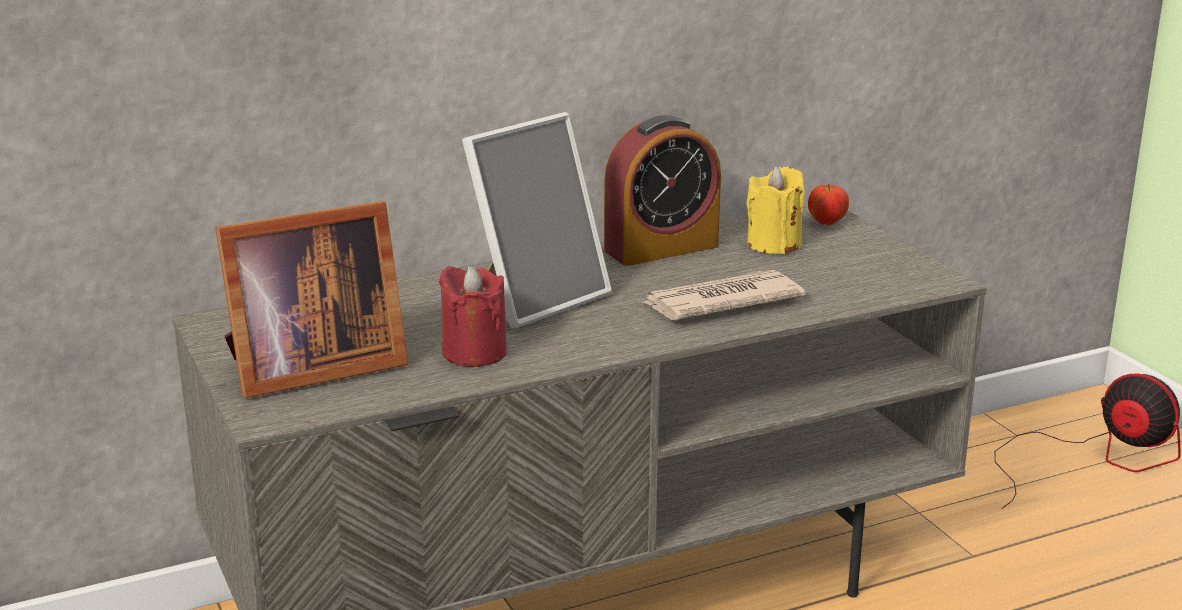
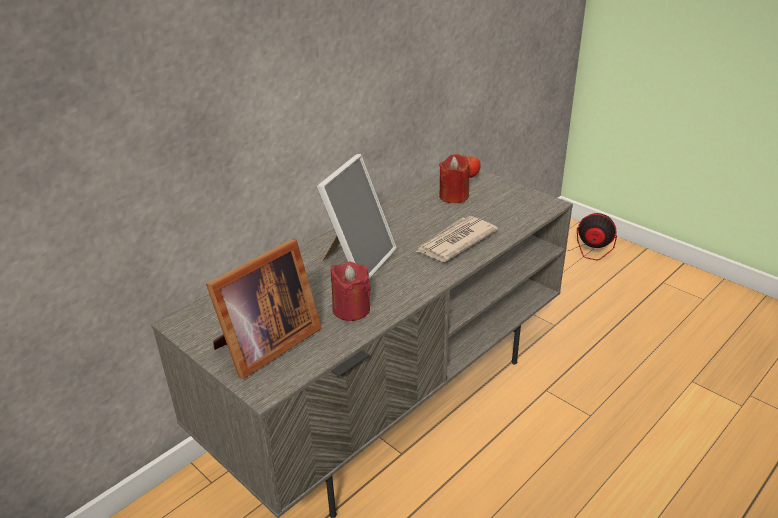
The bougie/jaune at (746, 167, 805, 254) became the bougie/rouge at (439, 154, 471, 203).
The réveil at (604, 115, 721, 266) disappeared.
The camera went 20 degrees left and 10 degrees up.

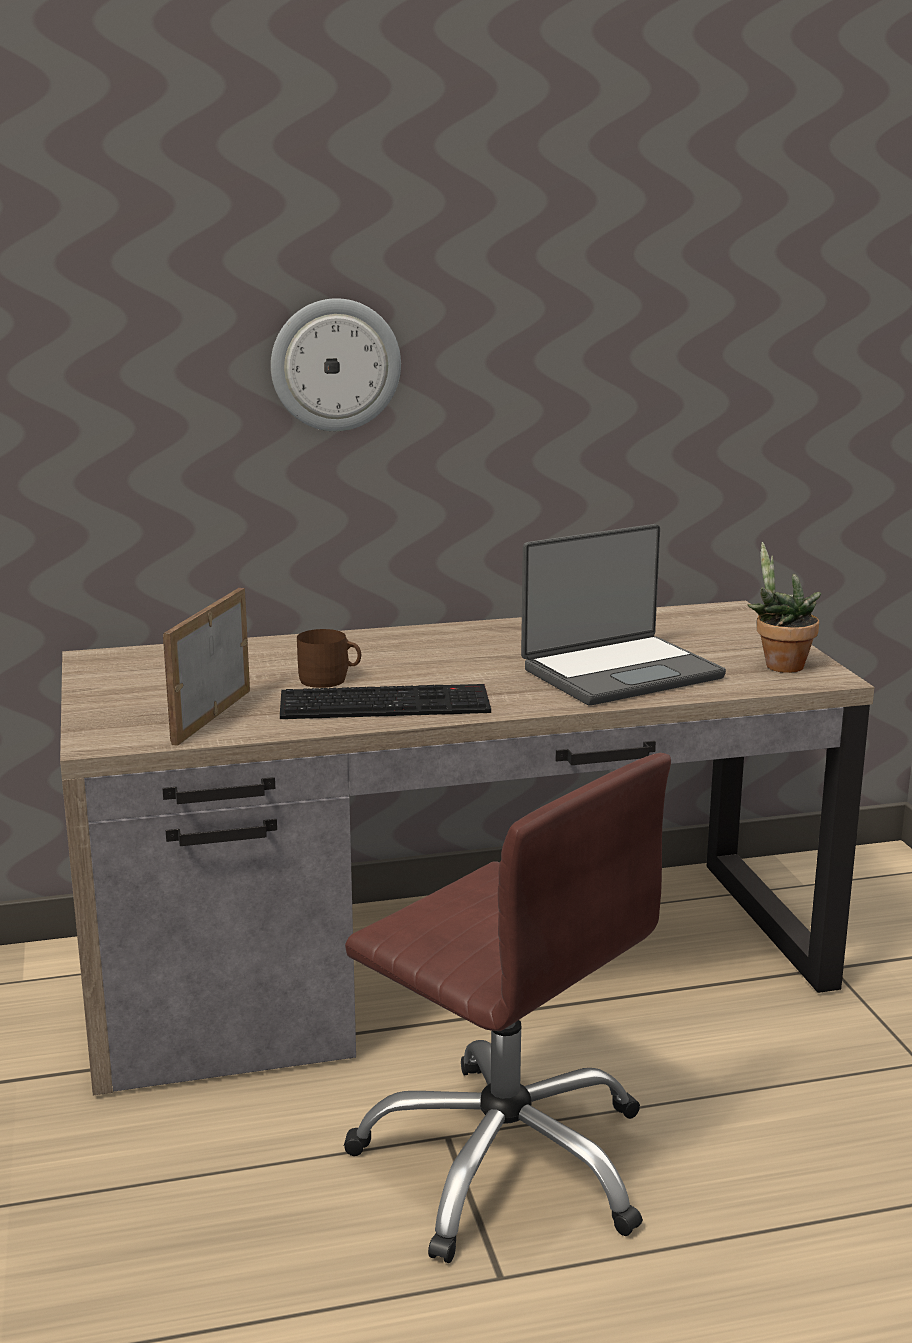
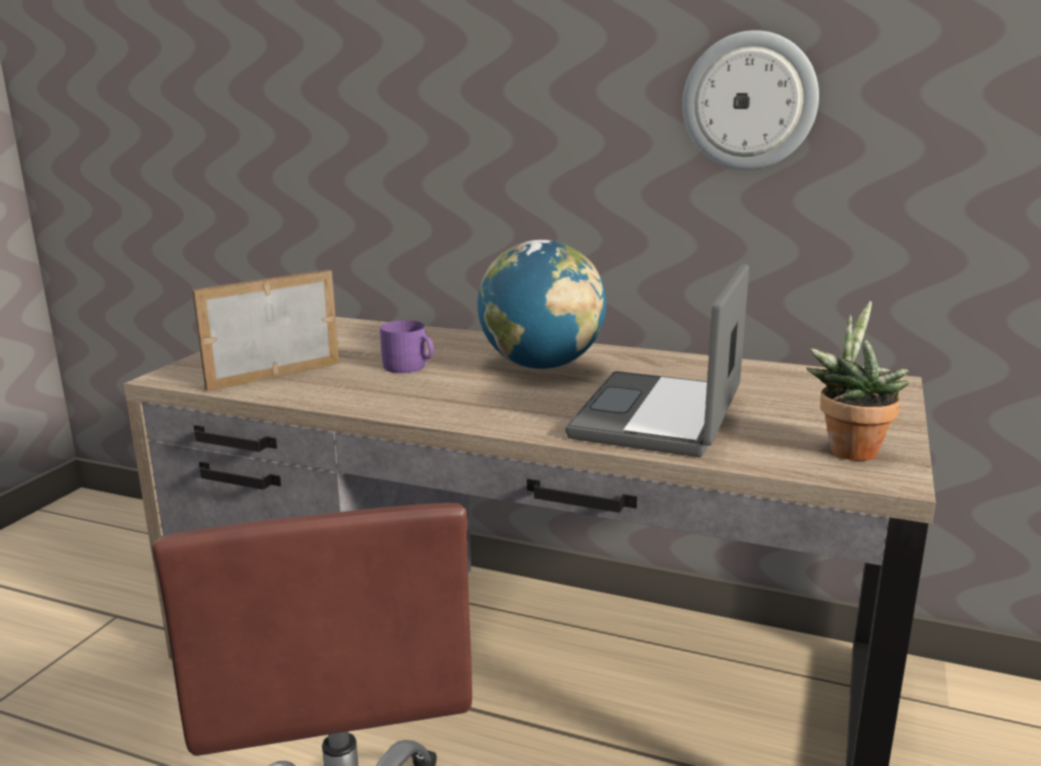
The mug/marron at (297, 629, 361, 688) became the mug/violet at (380, 320, 434, 373).
The globe at (477, 240, 606, 369) appeared.
The ordinateur portable at (521, 524, 726, 705) turned 105 degrees clockwise.
The horloge murale moved from (271, 298, 401, 431) to (682, 30, 819, 170).
The clavier at (280, 684, 491, 719) disappeared.
The camera went 35 degrees right and 0 degrees up.

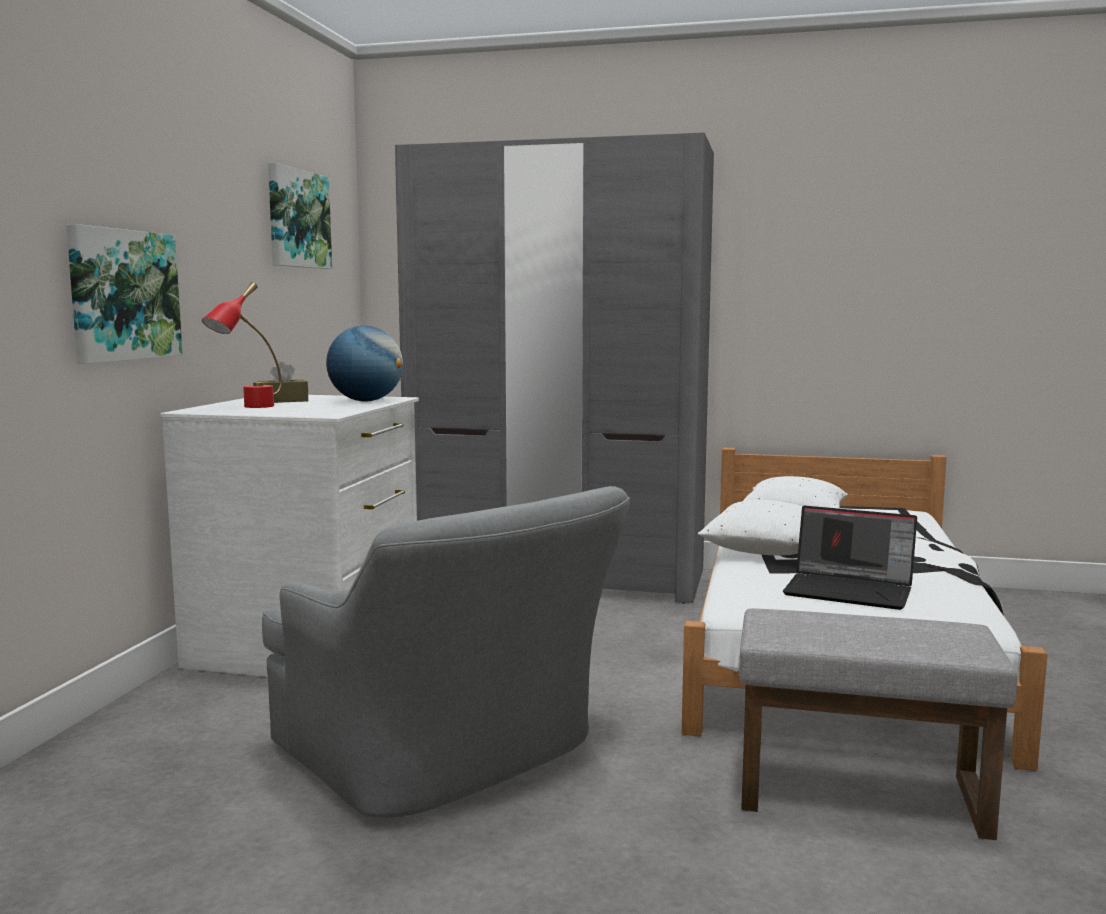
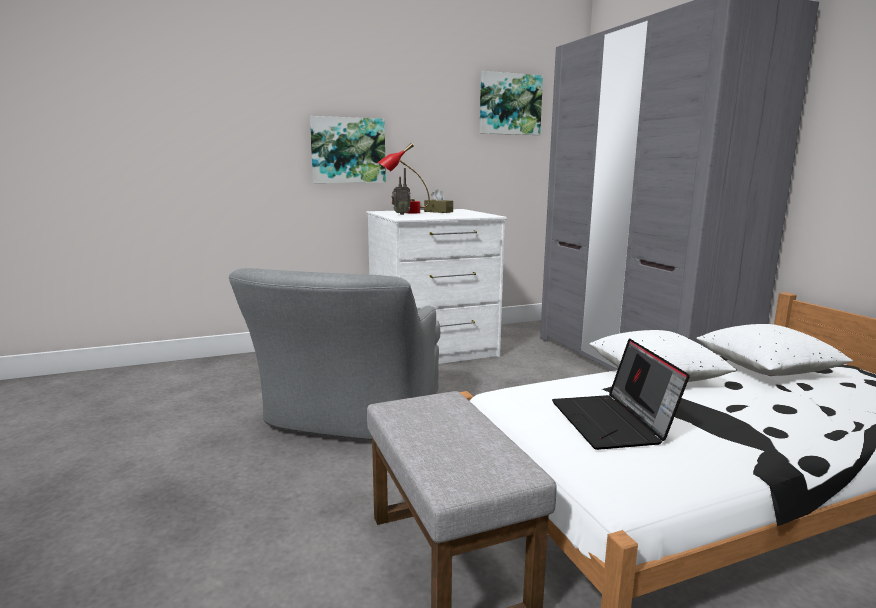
The radio at (392, 168, 410, 215) appeared.
The globe at (326, 326, 403, 401) disappeared.
The camera went 55 degrees right and 5 degrees up.

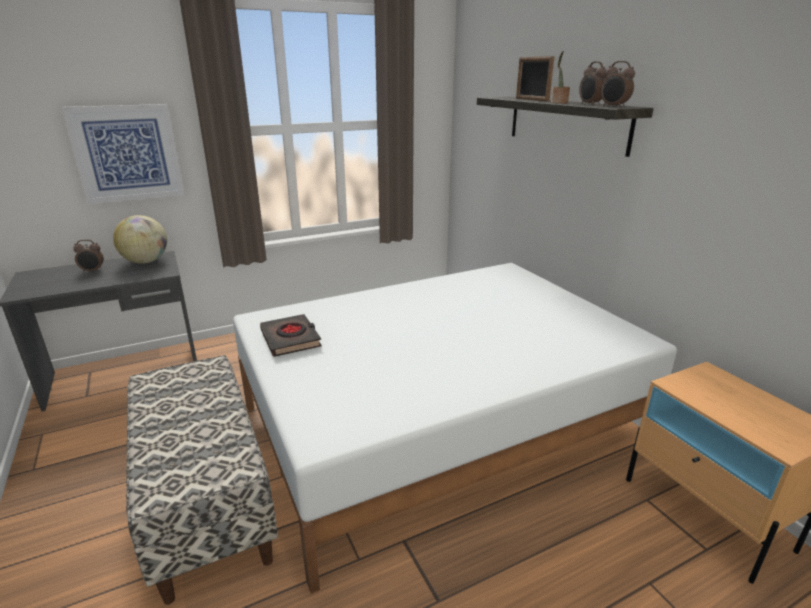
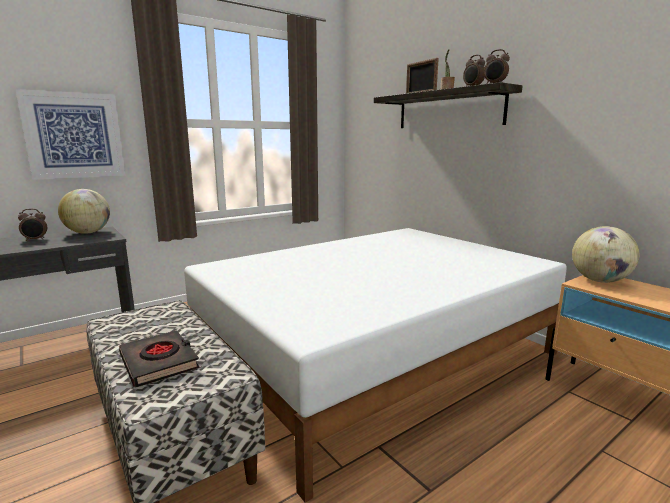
The livre/noir moved from (260, 314, 322, 357) to (119, 330, 200, 388).
The globe at (572, 226, 639, 283) appeared.
The camera went 10 degrees left and 10 degrees down.

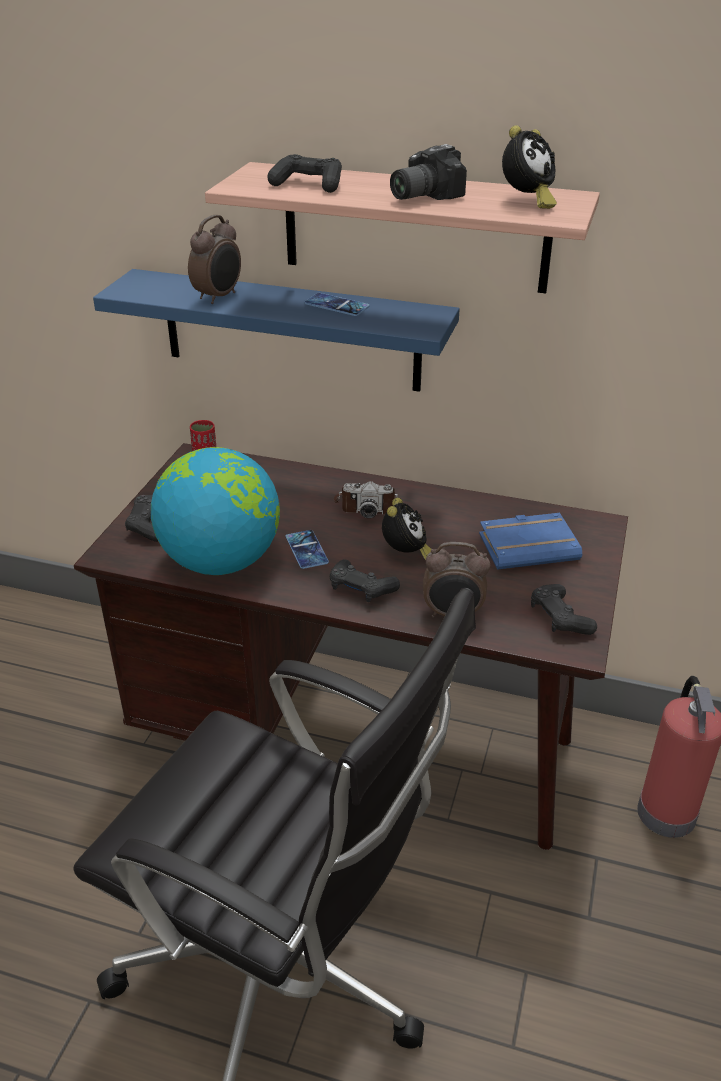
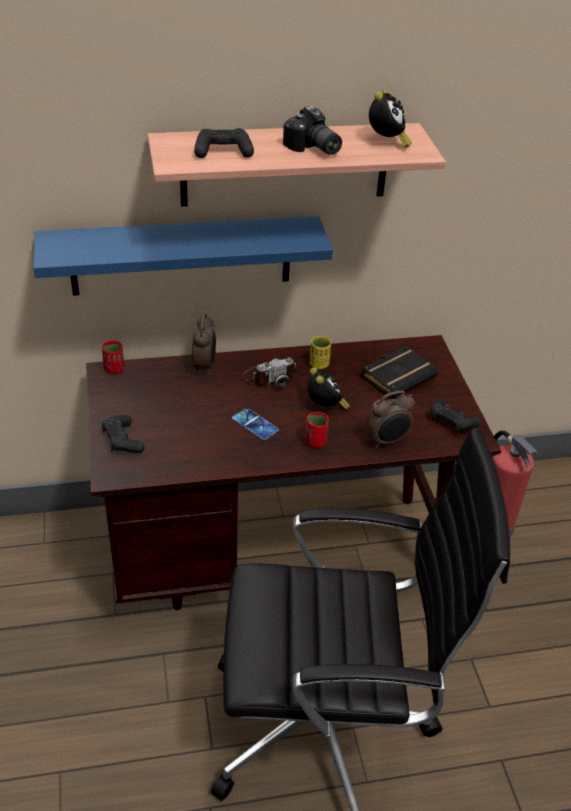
The réveil moved from (188, 215, 241, 304) to (192, 314, 216, 375).
The appareil photo at (390, 144, 467, 200) turned 60 degrees counterclockwise.
The manette/noir at (330, 559, 400, 602) was replaced by the tasse/rouge at (305, 412, 329, 448).
The tasse/jaune at (310, 336, 331, 369) appeared.
The livre/bleu at (479, 513, 582, 570) became the livre/noir at (361, 346, 438, 399).
The globe at (151, 447, 280, 575) disappeared.
The téléphone at (304, 293, 370, 316) disappeared.
The camera went 30 degrees left and 5 degrees up.

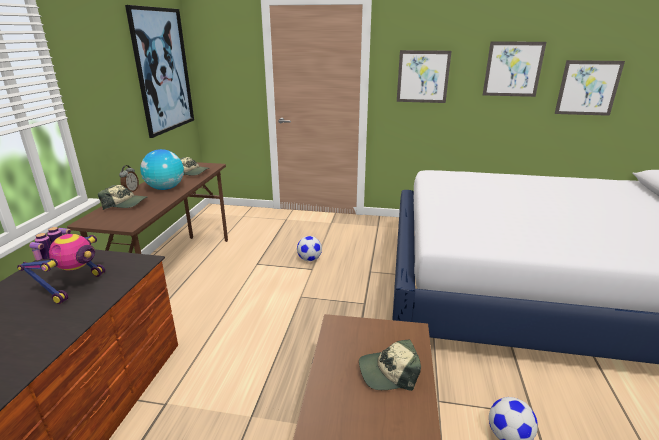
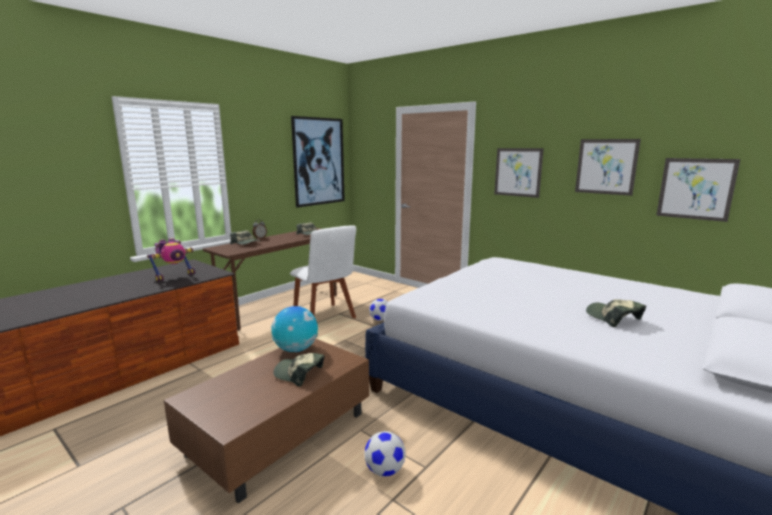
The globe moved from (140, 149, 184, 190) to (271, 306, 318, 352).
The chaise/blanc at (290, 225, 356, 318) appeared.
The casquette at (586, 299, 646, 327) appeared.
The camera went 30 degrees right and 10 degrees down.

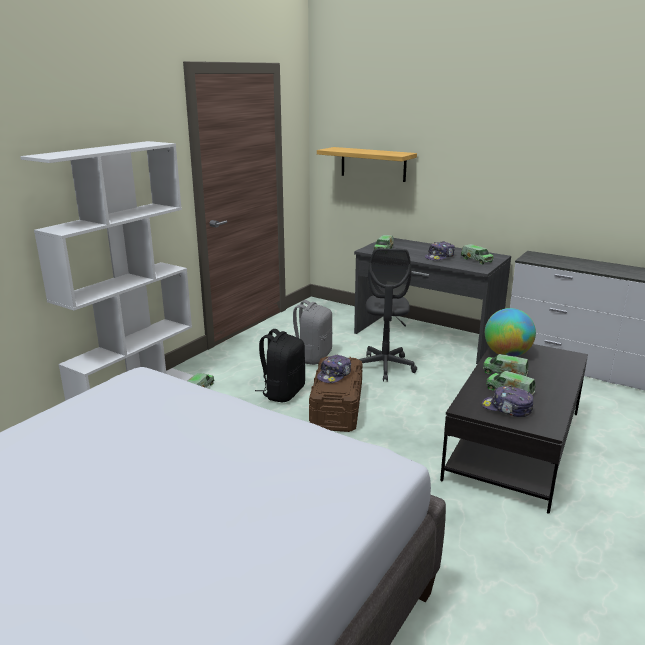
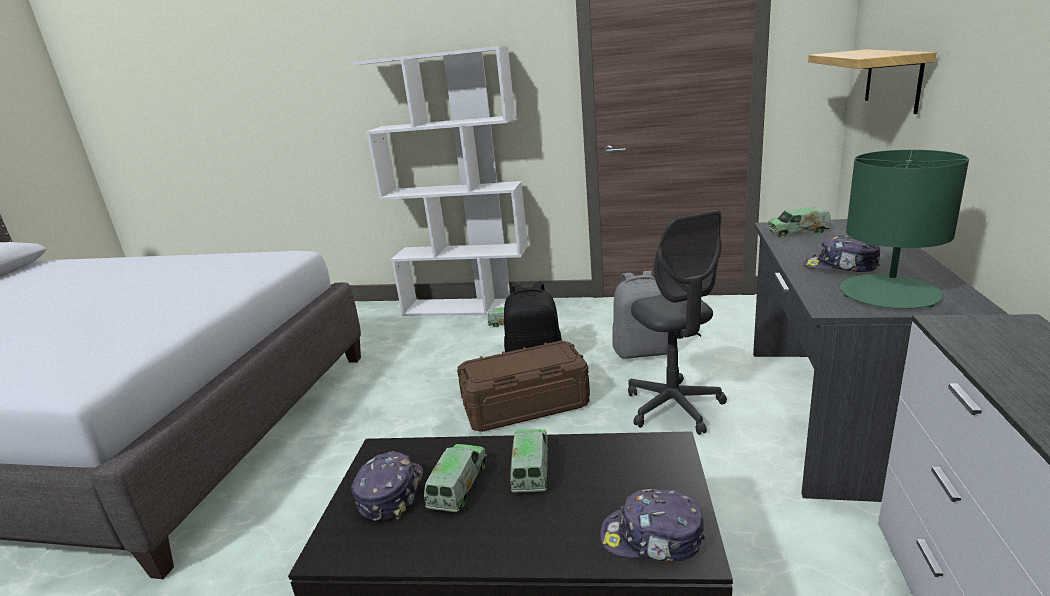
The casquette moved from (317, 354, 351, 383) to (600, 489, 706, 562).
The chaise de bureau/gris at (359, 248, 417, 382) turned 90 degrees counterclockwise.
The camion jouet at (461, 244, 494, 264) was replaced by the lampe de table/vert at (840, 150, 969, 309).
The globe at (485, 308, 536, 357) disappeared.
The camera went 70 degrees right and 0 degrees up.

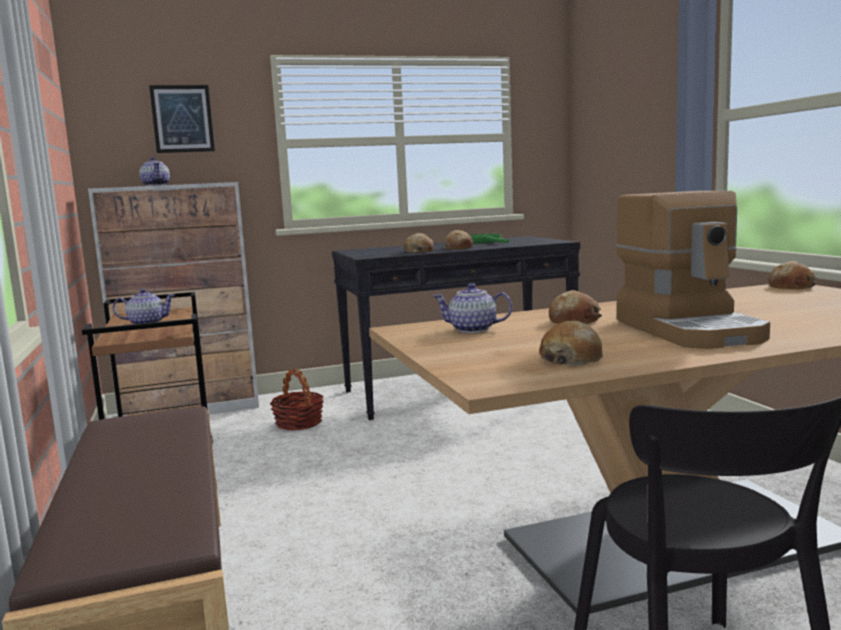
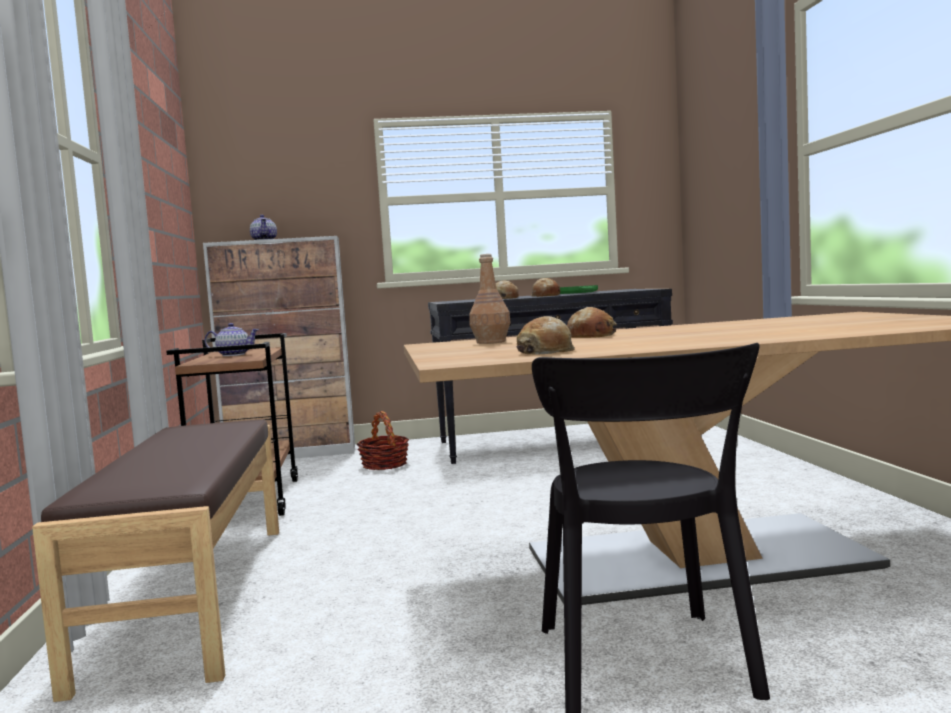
The théière at (433, 283, 512, 333) was replaced by the bouteille/marron at (469, 254, 511, 344).
The tableau at (149, 85, 215, 153) disappeared.
The machine à café at (616, 191, 770, 349) disappeared.
The pain at (768, 261, 817, 290) disappeared.
The camera went 10 degrees right and 5 degrees down.

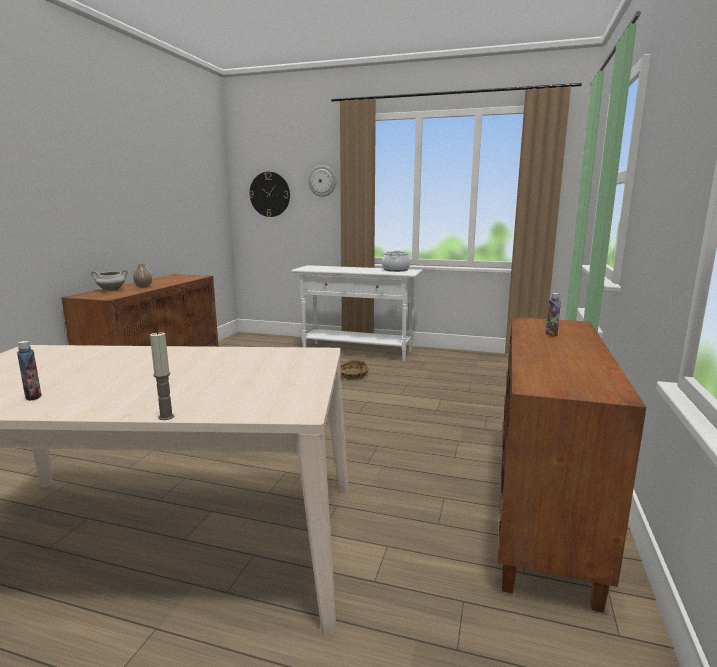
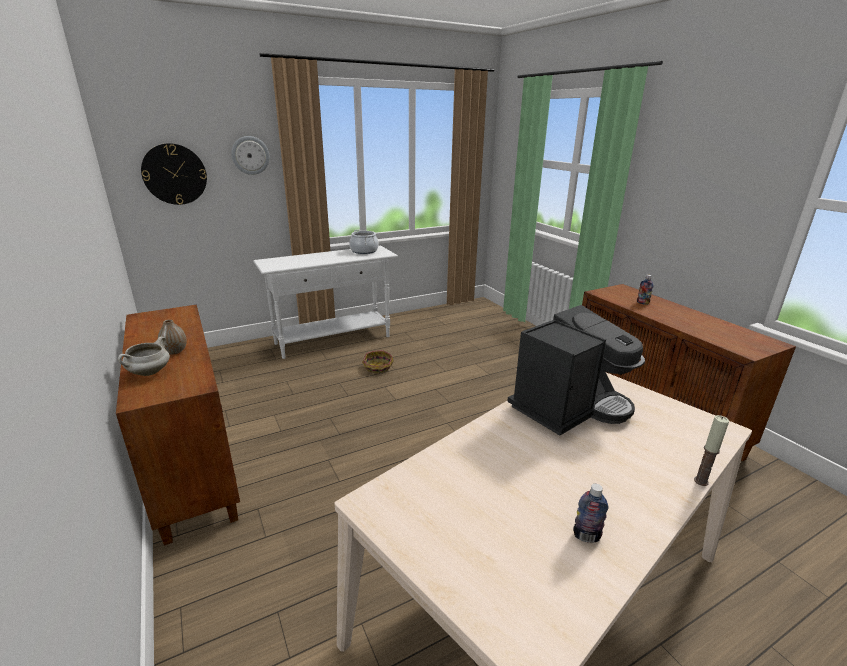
The machine à café at (507, 305, 645, 435) appeared.
The camera went 45 degrees left and 10 degrees up.

